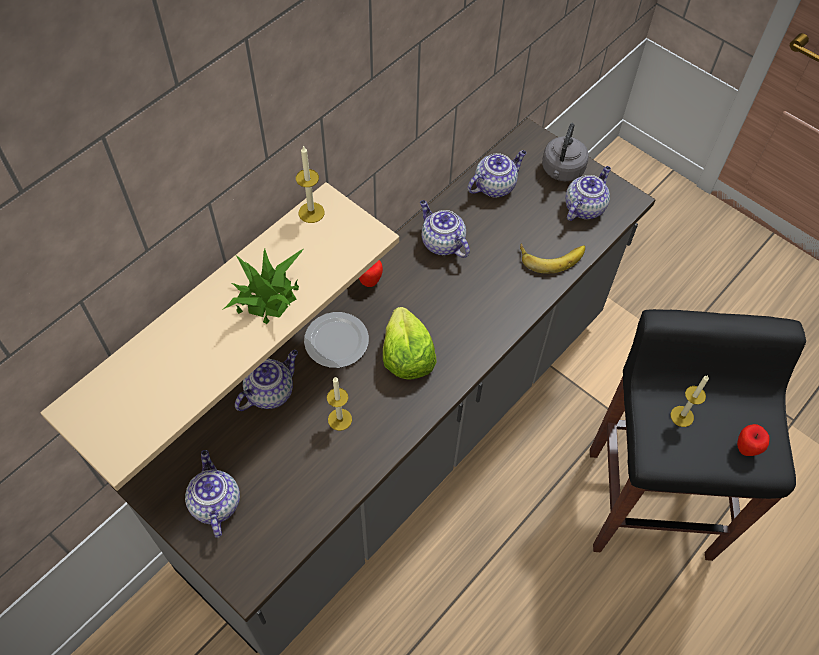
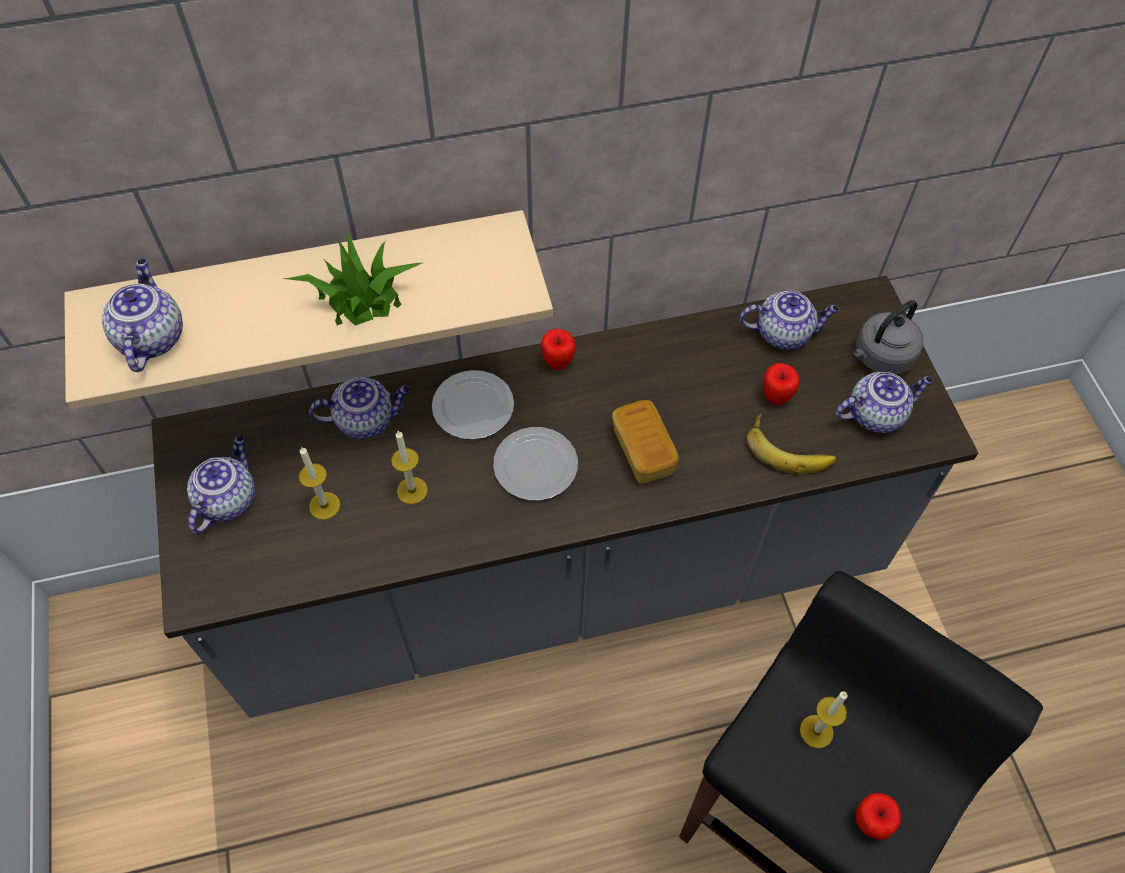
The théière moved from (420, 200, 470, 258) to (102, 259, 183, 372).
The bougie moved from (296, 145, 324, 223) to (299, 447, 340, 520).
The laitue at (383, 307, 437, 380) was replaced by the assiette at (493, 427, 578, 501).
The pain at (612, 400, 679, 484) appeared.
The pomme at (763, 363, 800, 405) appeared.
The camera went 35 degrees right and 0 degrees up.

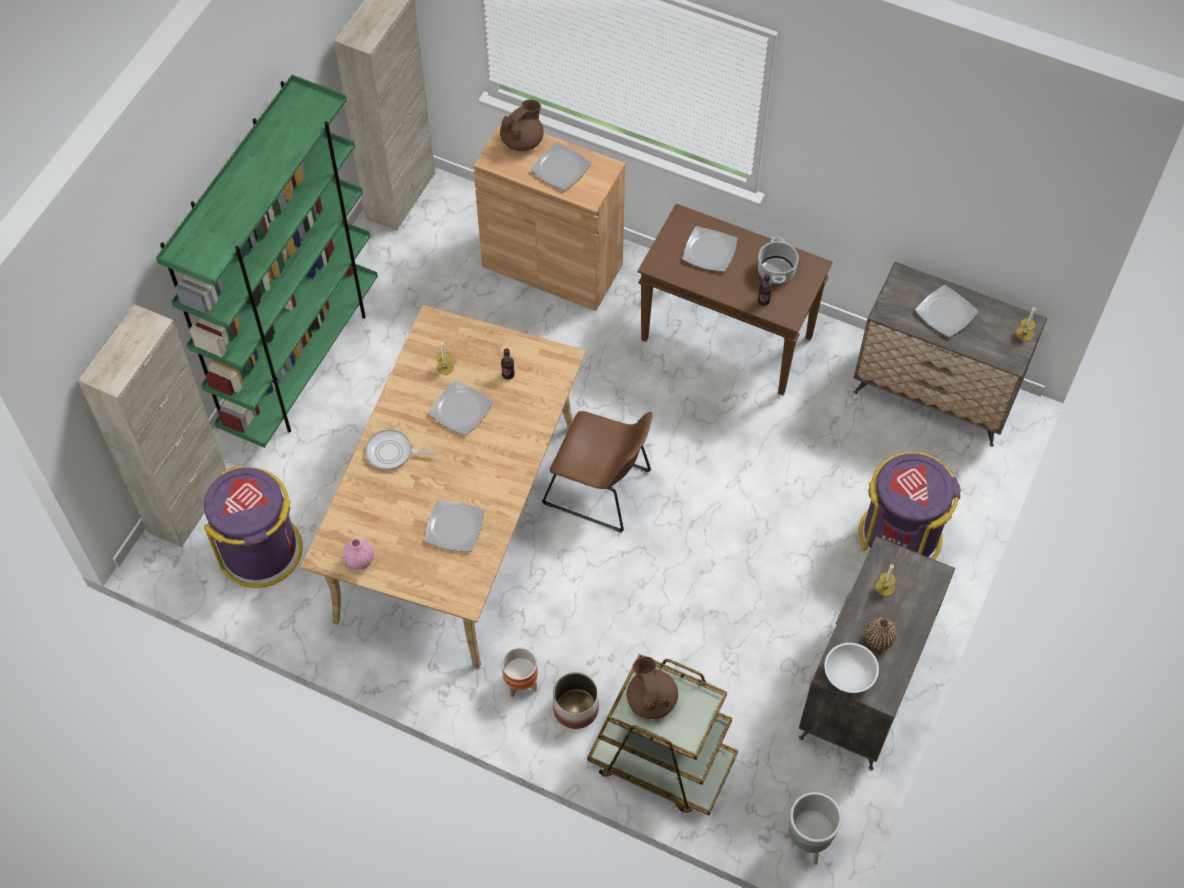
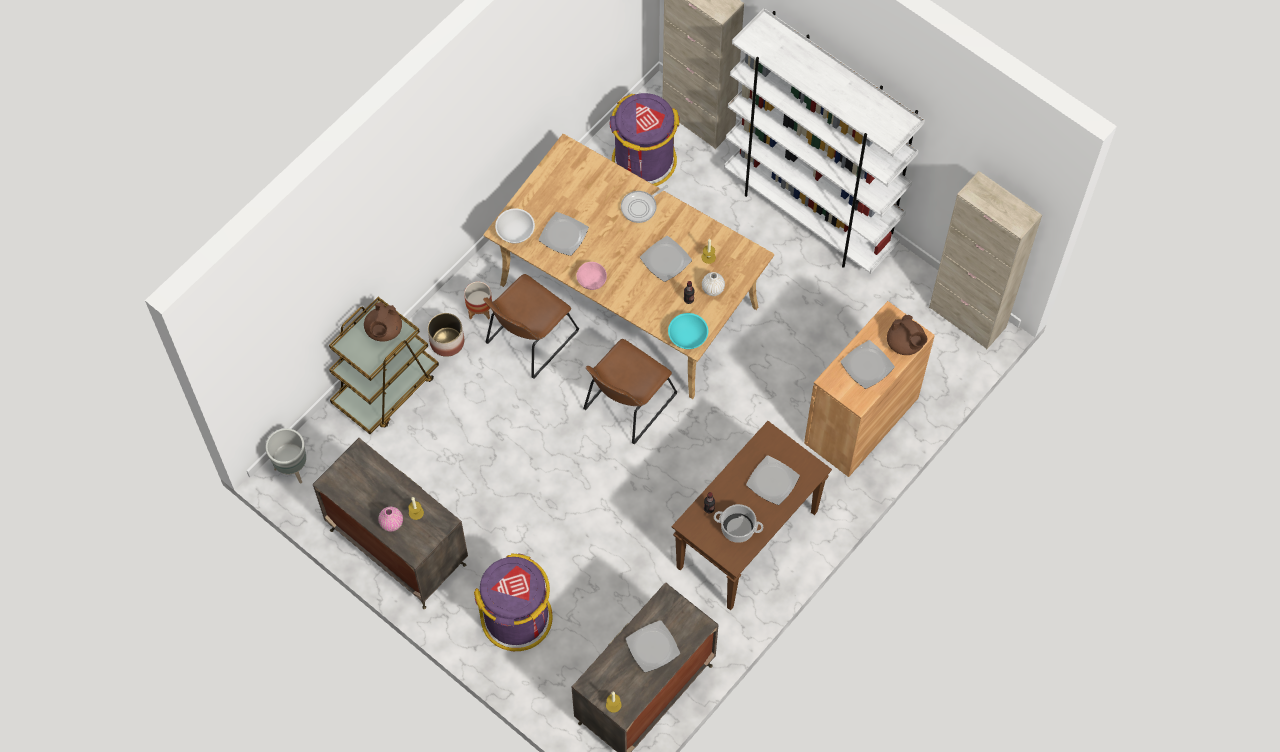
The théière/marron at (627, 657, 678, 719) turned 105 degrees clockwise.
The vase/rose moved from (343, 538, 374, 570) to (378, 507, 403, 531).
The chaise/marron at (483, 274, 579, 379) appeared.
The bol/blanc moved from (824, 643, 879, 693) to (495, 209, 535, 244).
The bol/rose at (576, 262, 607, 290) appeared.
The poêle at (365, 429, 436, 470) turned 150 degrees counterclockwise.
The bol/turquoise at (668, 313, 708, 349) appeared.
The vase/blanc at (702, 272, 725, 296) appeared.
The bibliothèque/vert at (156, 75, 378, 448) became the bibliothèque/blanc at (724, 8, 925, 274).
The vase/marron at (865, 618, 897, 650) disappeared.
The camera went 105 degrees right and 5 degrees up.

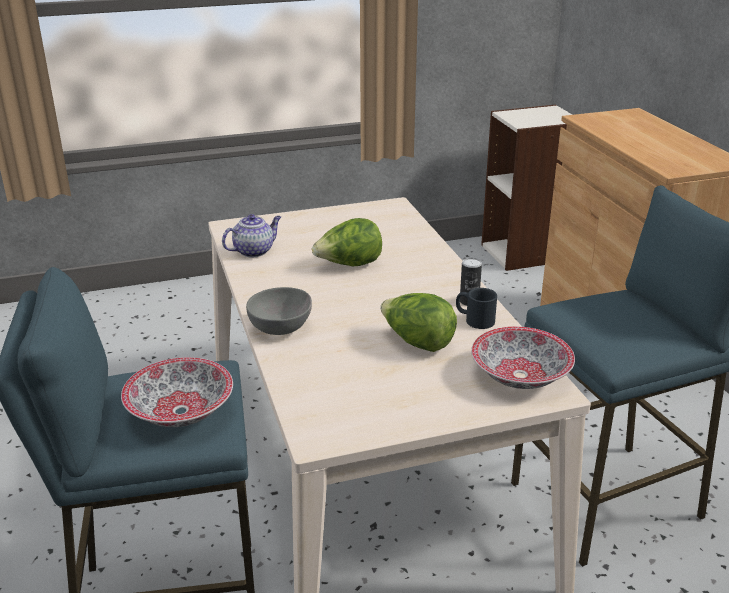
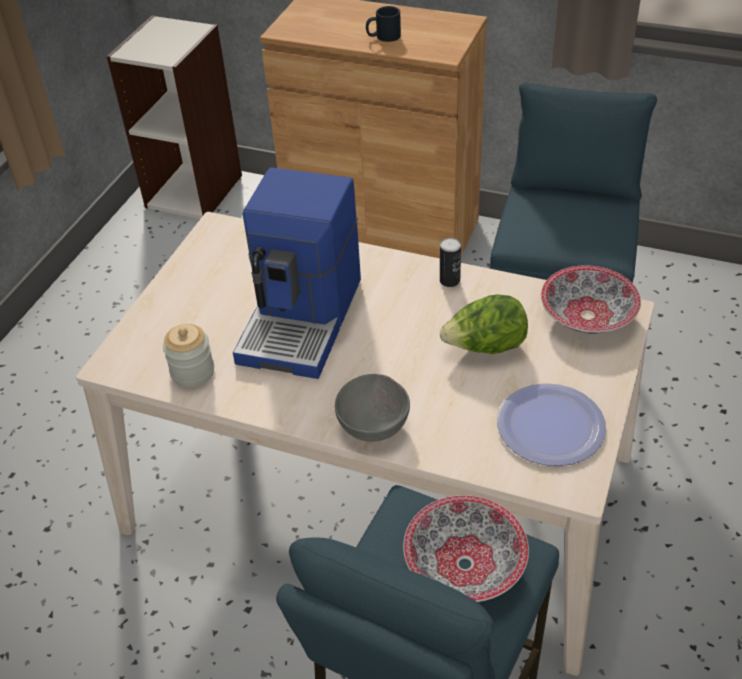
The théière at (222, 214, 281, 258) was replaced by the bocal at (163, 324, 214, 387).
The laitue at (312, 218, 382, 266) was replaced by the machine à café at (233, 168, 361, 379).
The mug/noir moved from (456, 288, 497, 329) to (366, 6, 401, 42).
The assiette at (497, 383, 606, 466) appeared.
The camera went 50 degrees left and 15 degrees up.

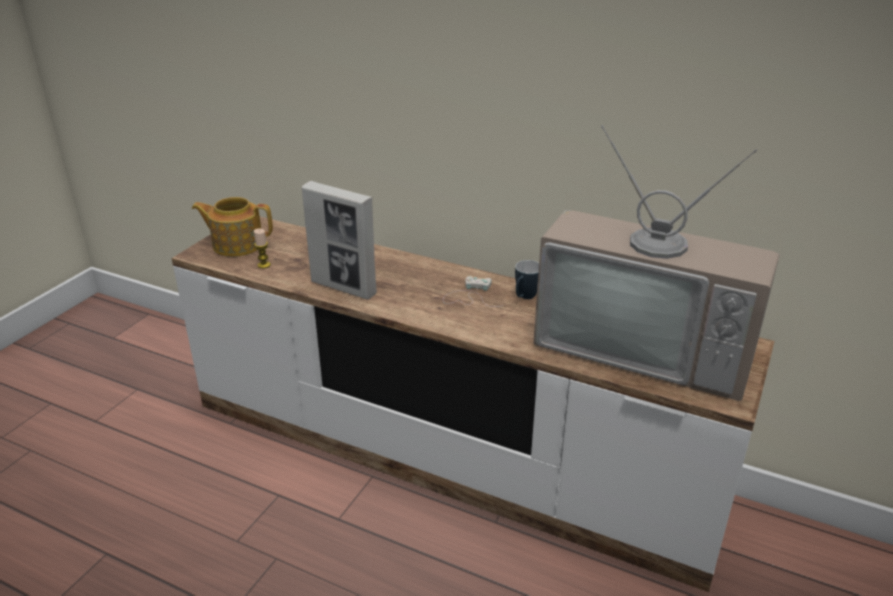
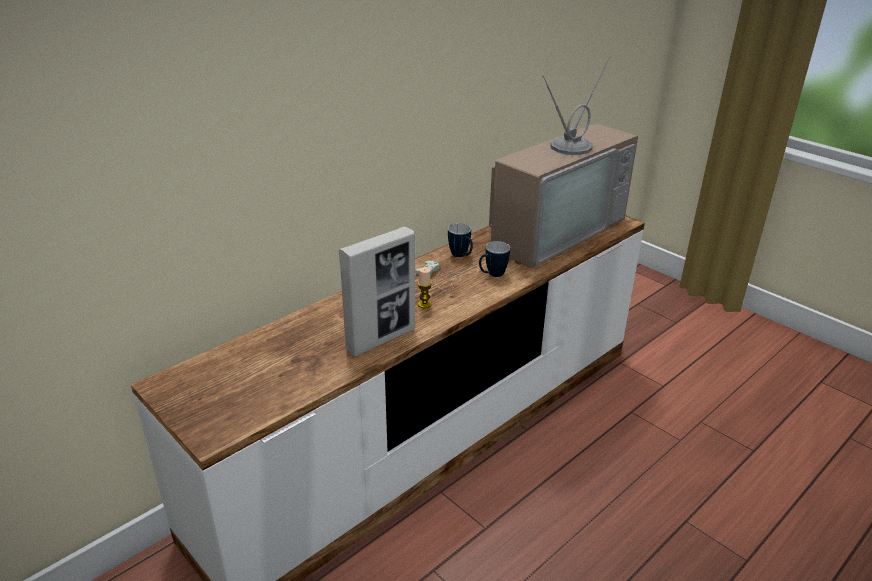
The bougie moved from (254, 229, 271, 269) to (418, 268, 432, 309).
The mug at (479, 241, 510, 277) appeared.
The théière at (192, 197, 273, 257) disappeared.
The camera went 70 degrees left and 0 degrees up.

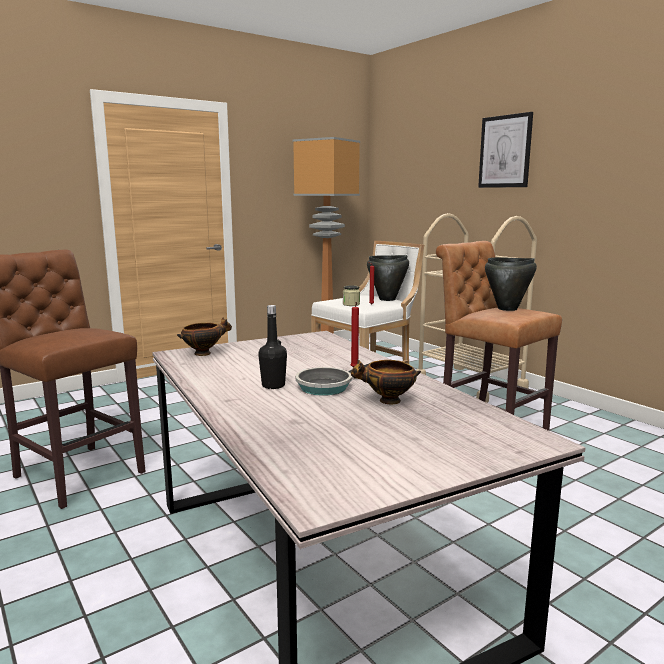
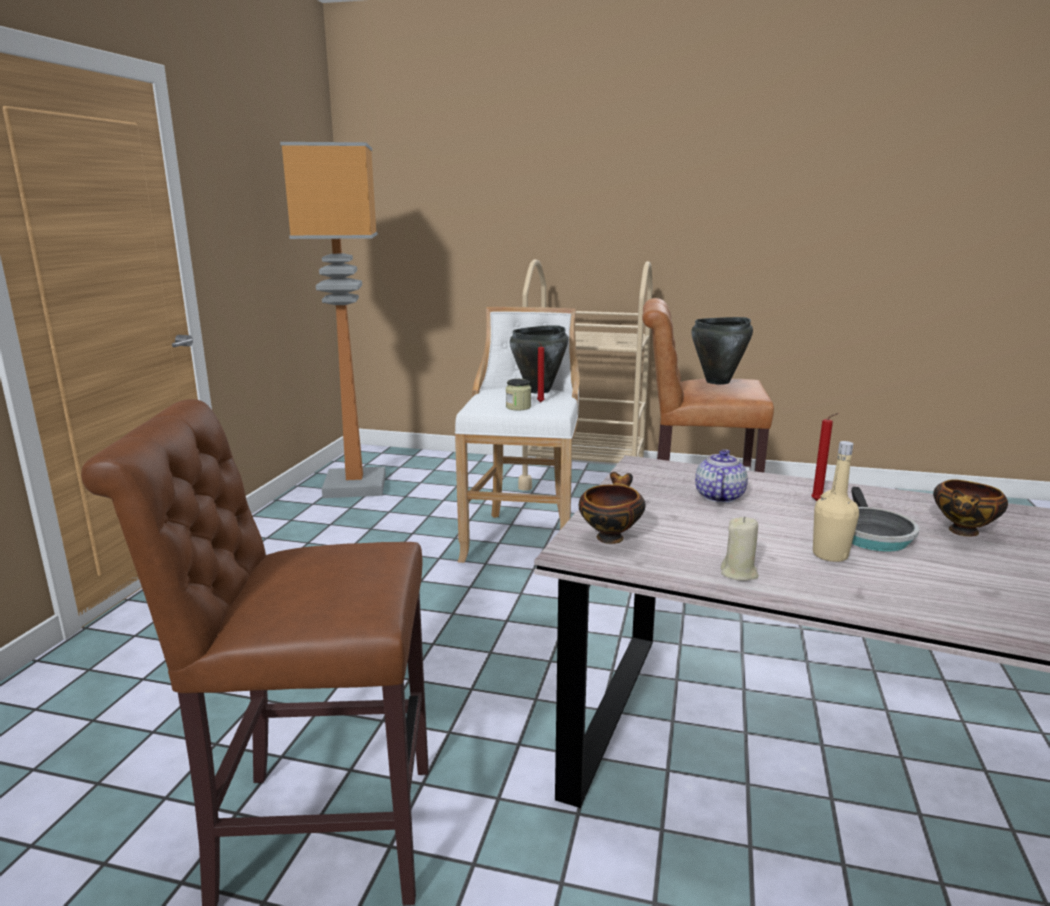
The théière at (695, 449, 748, 503) appeared.
The bougie/beige at (721, 517, 759, 581) appeared.
The bouteille/noir at (258, 305, 287, 389) became the bouteille/beige at (813, 441, 859, 562).
The tableau at (478, 112, 533, 188) disappeared.
The camera went 40 degrees left and 5 degrees up.

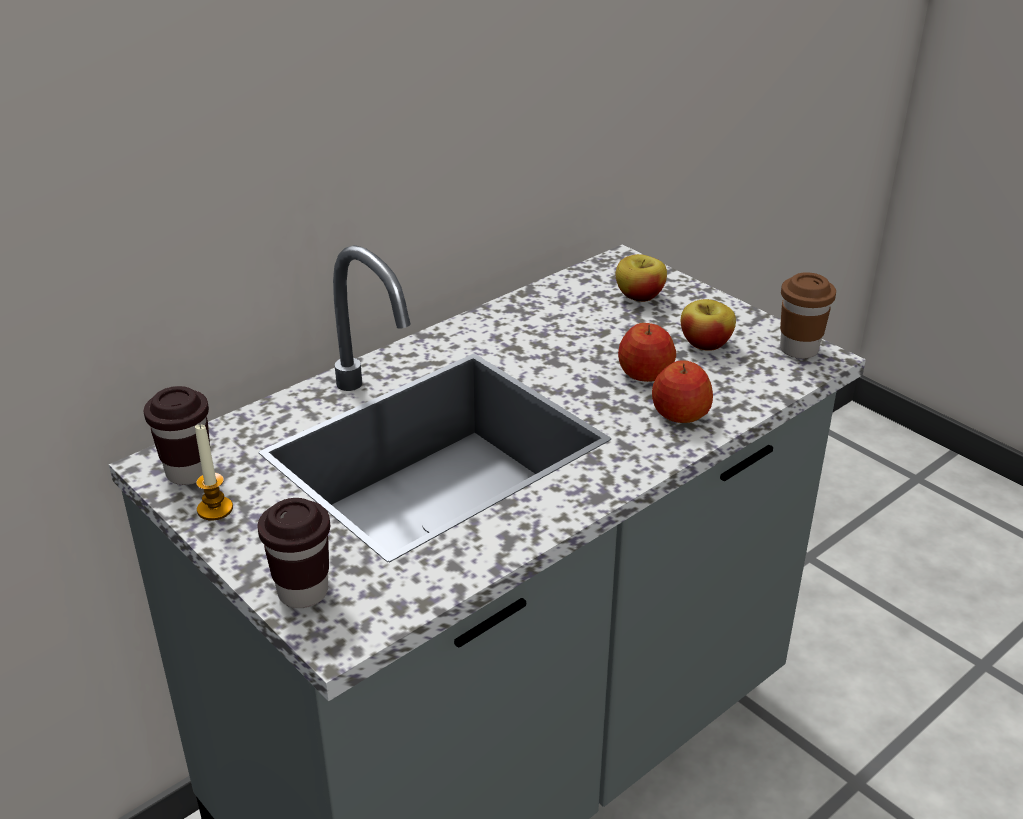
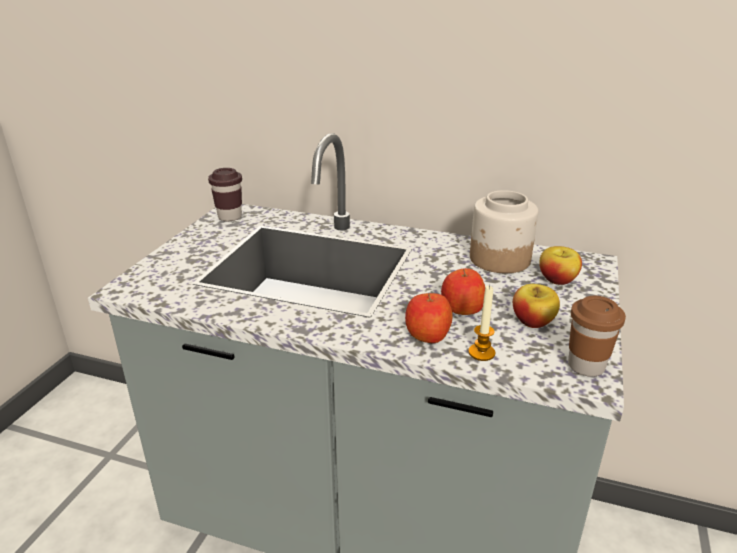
The bougie moved from (195, 423, 233, 521) to (468, 285, 495, 361).
The bocal at (470, 190, 538, 273) appeared.
The tasse/marron at (257, 498, 330, 608) disappeared.
The camera went 60 degrees right and 5 degrees down.

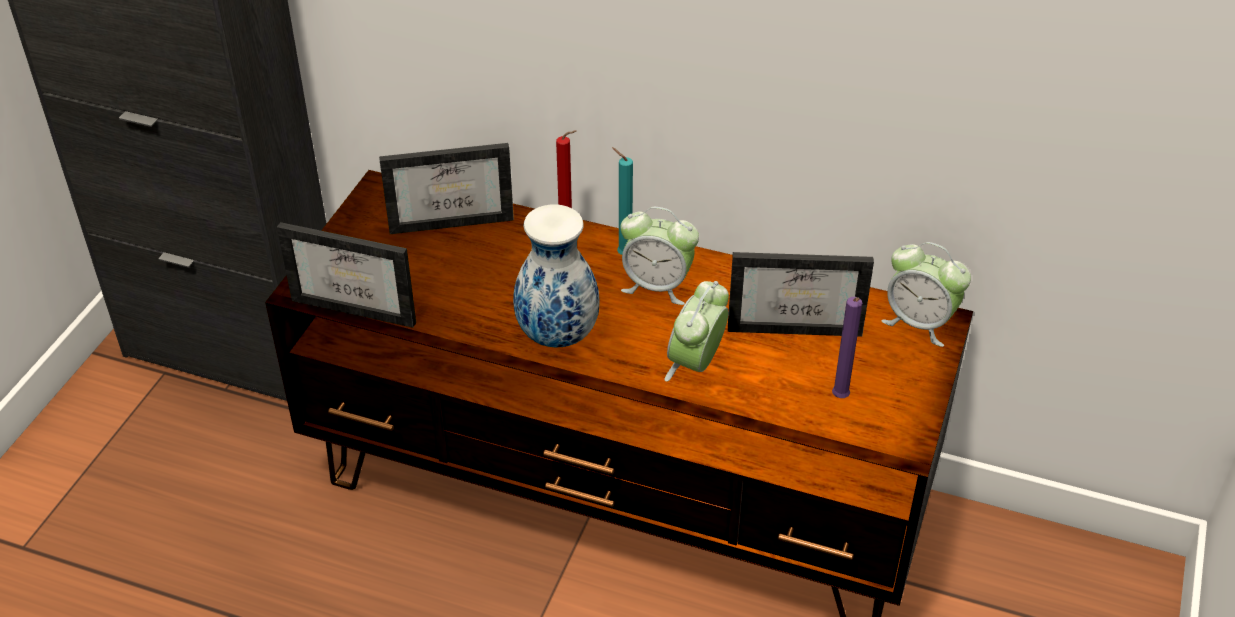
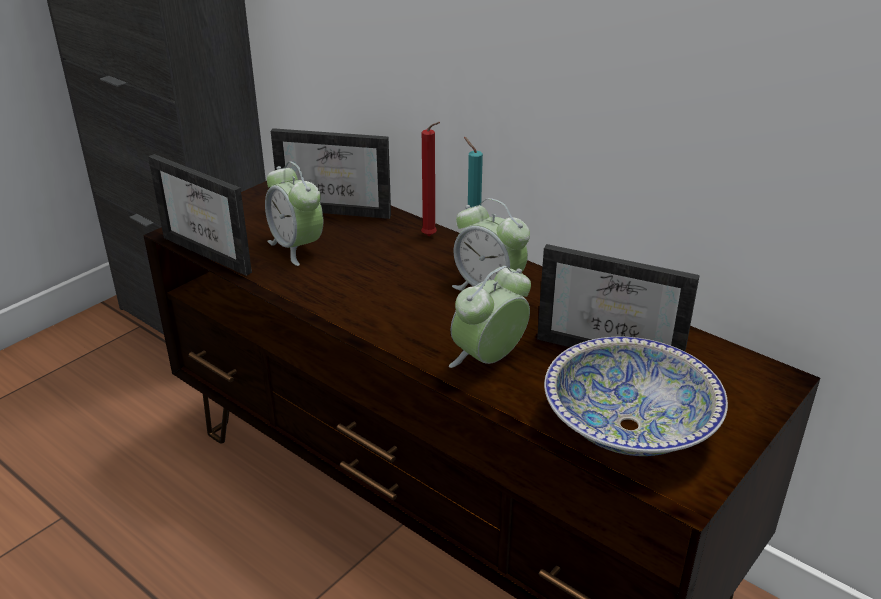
The réveil moved from (881, 242, 971, 347) to (265, 162, 323, 266).
The bougie/violet at (832, 297, 862, 398) was replaced by the bol at (544, 337, 728, 456).
The vase at (513, 204, 599, 347) disappeared.
The camera went 20 degrees right and 10 degrees down.

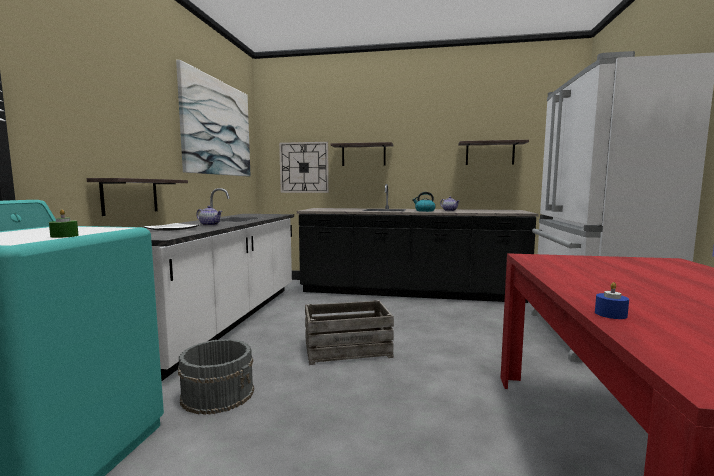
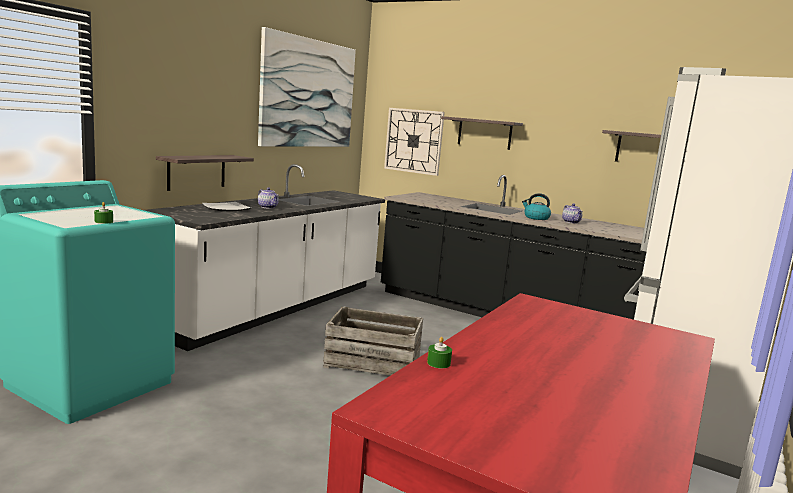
The bougie/bleu at (595, 282, 629, 319) became the bougie/vert at (427, 337, 452, 368).
The seau/gris at (178, 339, 254, 415) disappeared.
The camera went 20 degrees right and 5 degrees up.

